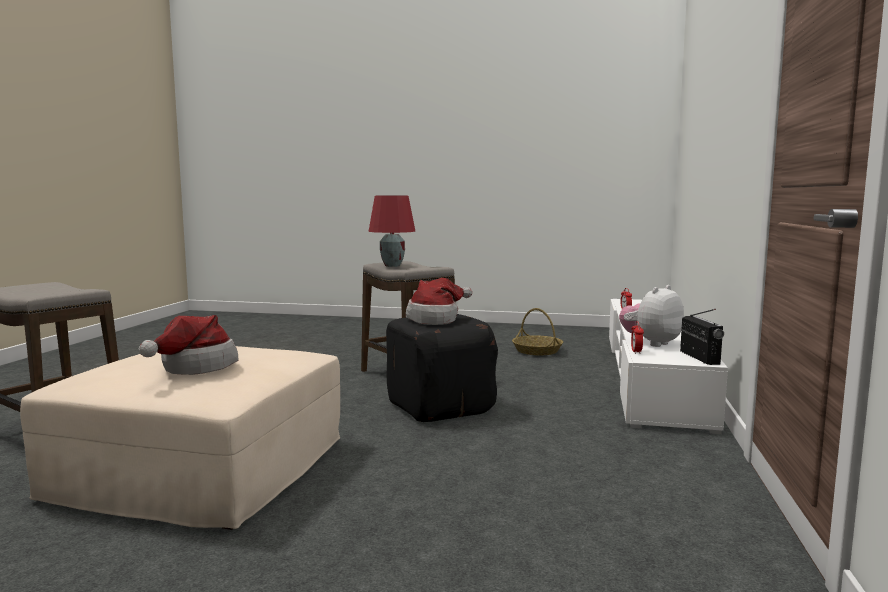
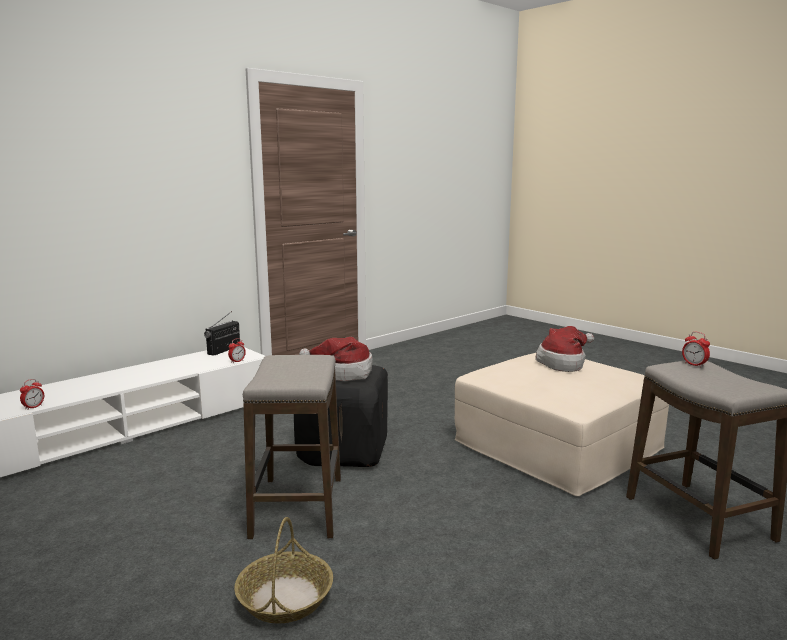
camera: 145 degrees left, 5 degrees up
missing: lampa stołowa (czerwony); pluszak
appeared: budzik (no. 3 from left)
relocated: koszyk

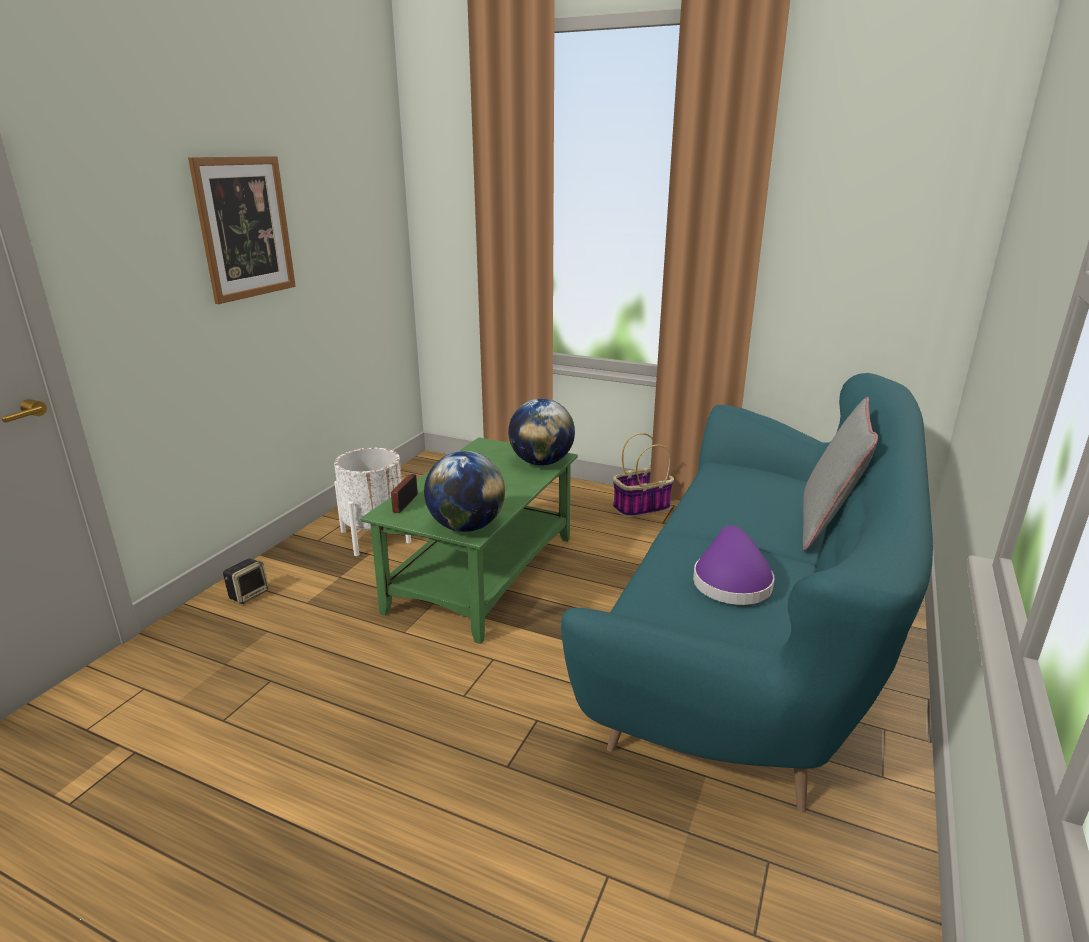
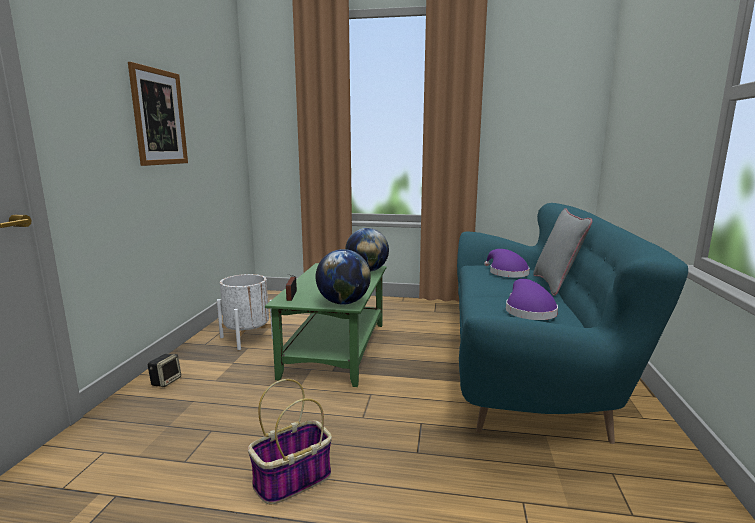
camera: 15 degrees left, 10 degrees down
appeared: kapelusz (fioletowy) (no. 1 from left)
relocated: koszyk

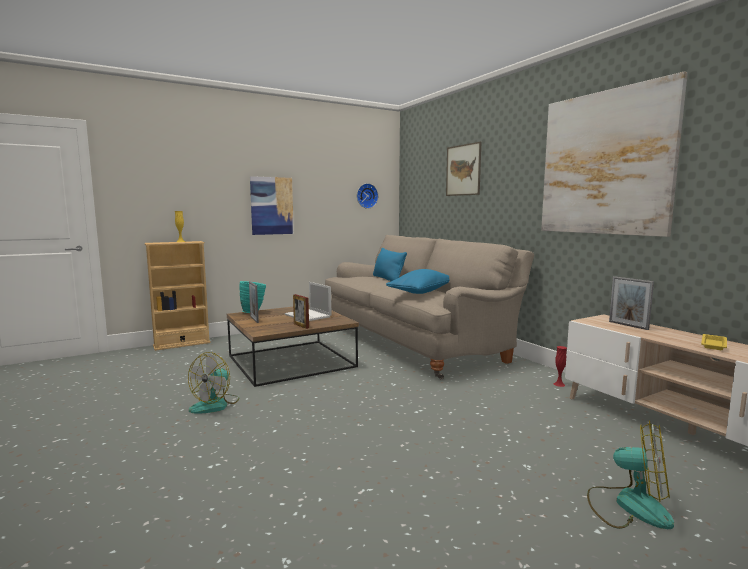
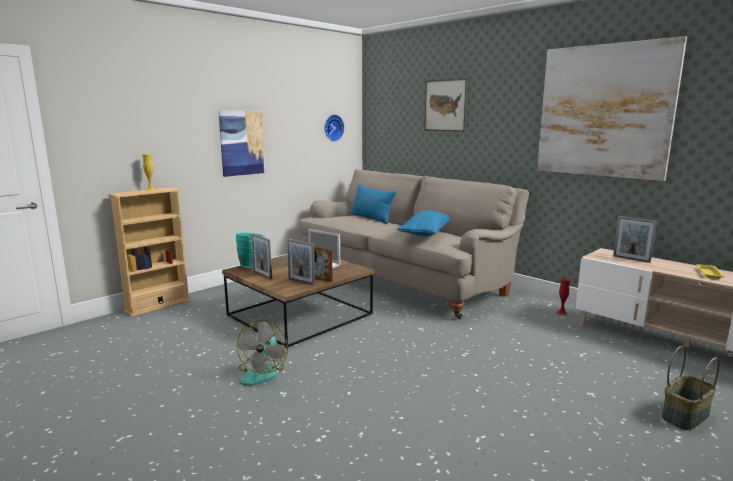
camera: 15 degrees left, 5 degrees up
appeared: ramka na zdjęcie (no. 2 from left)
exchanged: wentylator (no. 2 from left) to koszyk

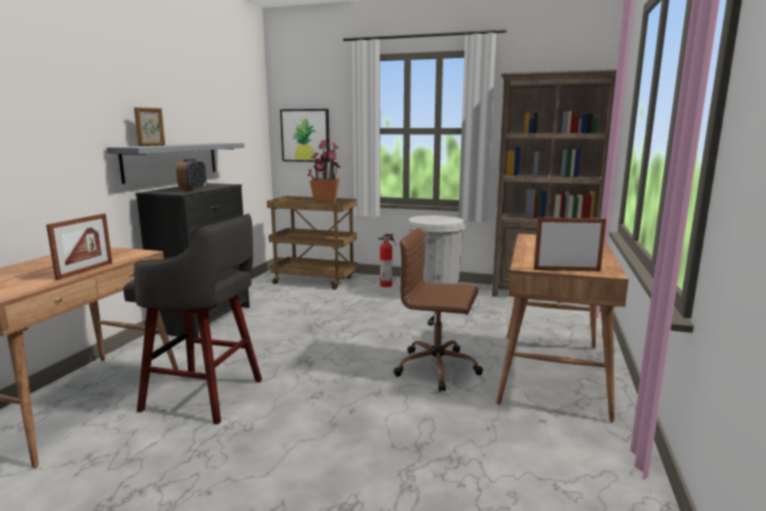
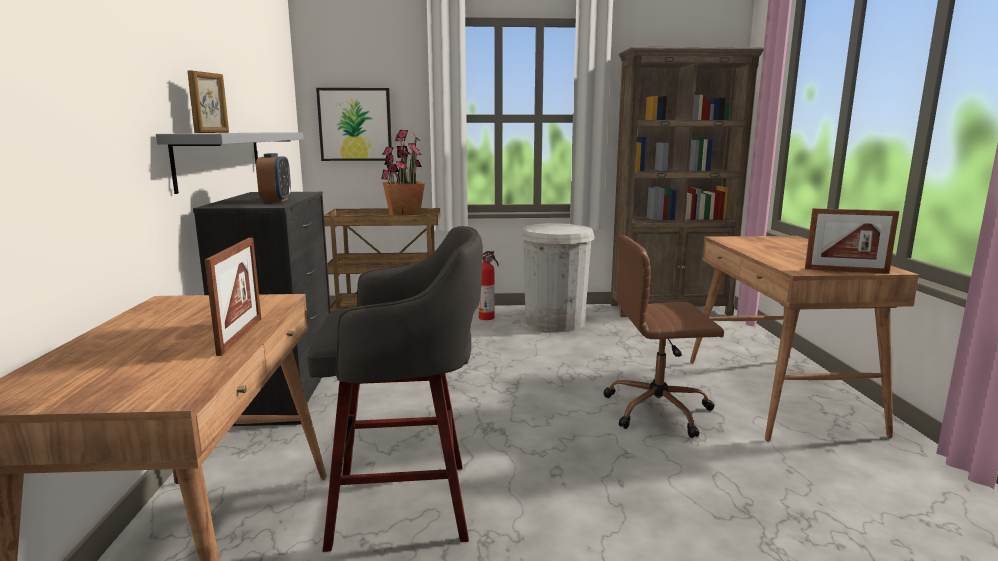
camera: 20 degrees left, 0 degrees up
spun: ramka na zdjęcie (no. 3 from left) 150 degrees counterclockwise

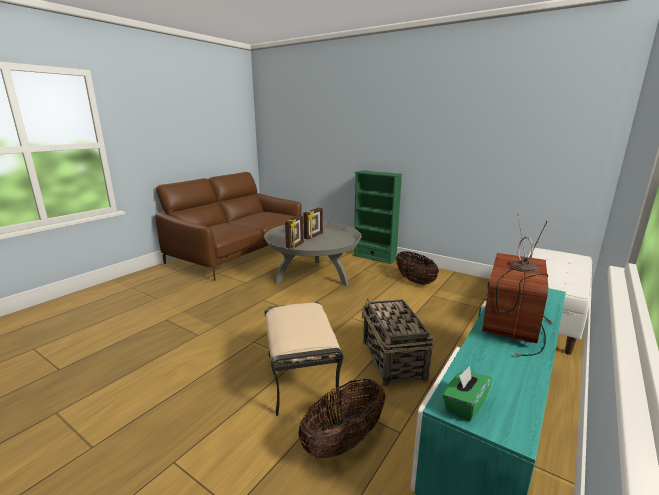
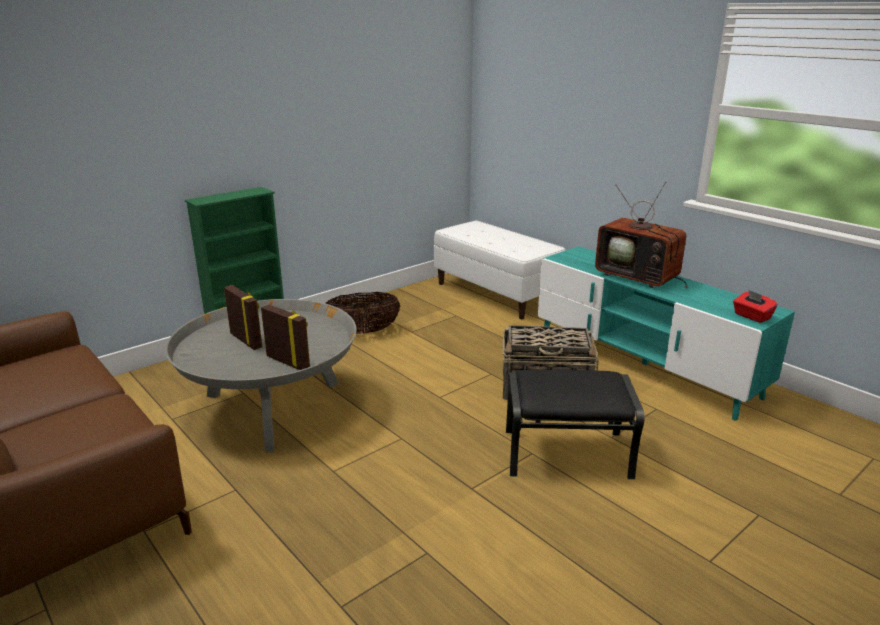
camera: 75 degrees left, 5 degrees up
missing: koszyk (no. 1 from left)
colour: pufa (beżowy) to pufa (czarny); pudełko chusteczek (zielony) to pudełko chusteczek (czerwony)

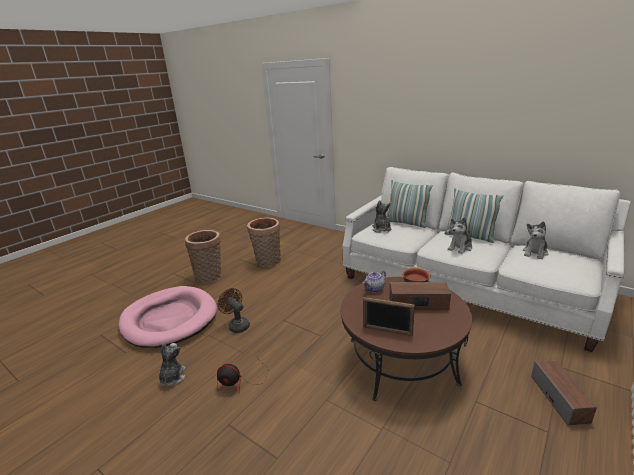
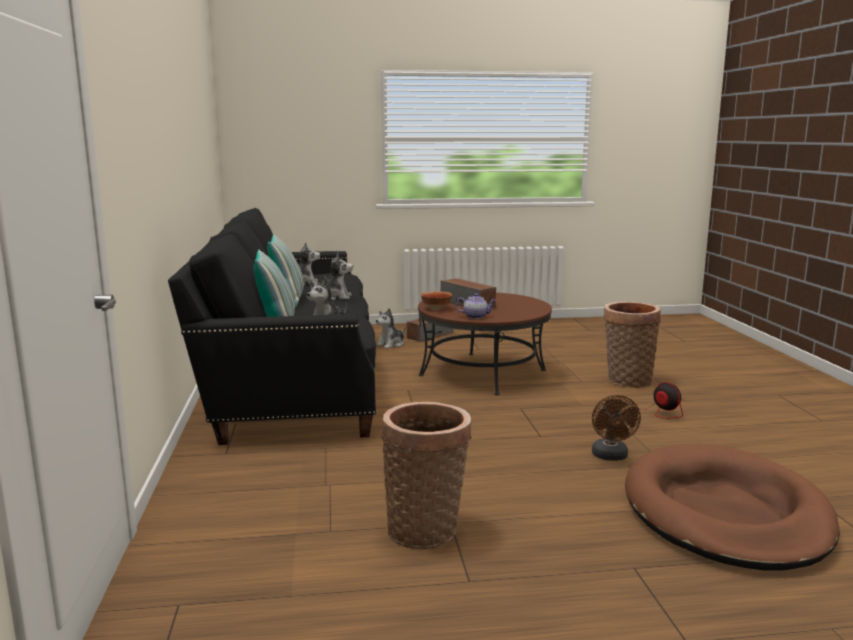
camera: 135 degrees left, 10 degrees down
missing: ramka na zdjęcie
relocated: pluszak (no. 1 from left in the first image) to pluszak (no. 4 from left); koszyk (no. 1 from left in the first image) to koszyk (no. 2 from left)
colour: legowisko (różowy) to legowisko (brązowy); kanapa (biały) to kanapa (czarny)

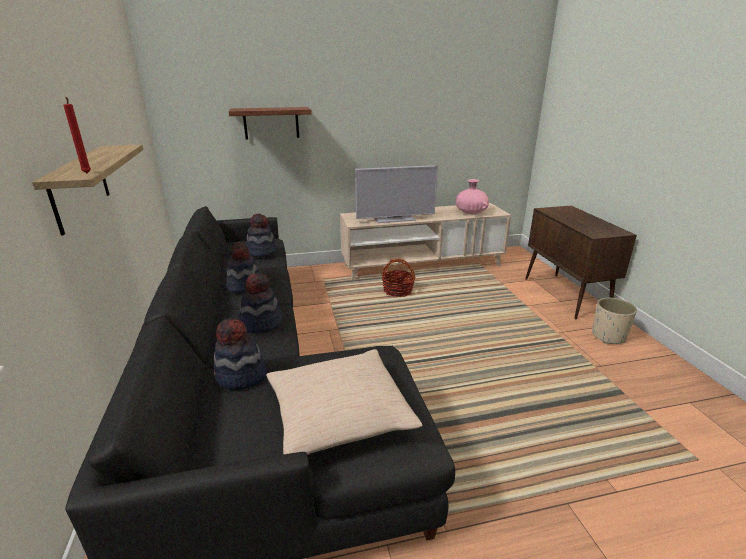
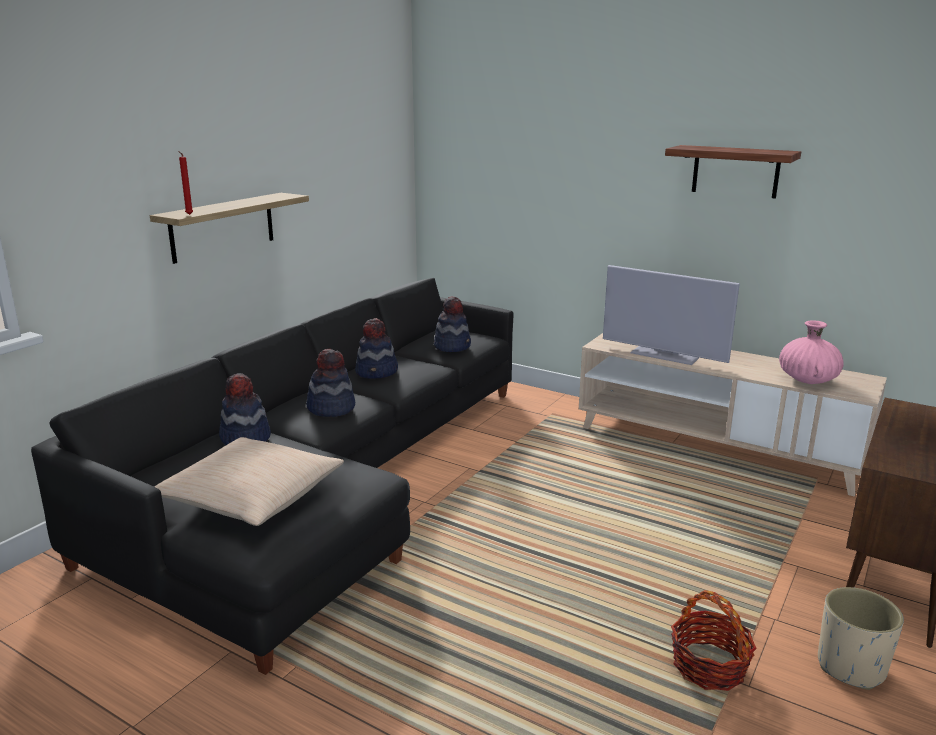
camera: 45 degrees right, 5 degrees down
relocated: półka (no. 2 from left); koszyk

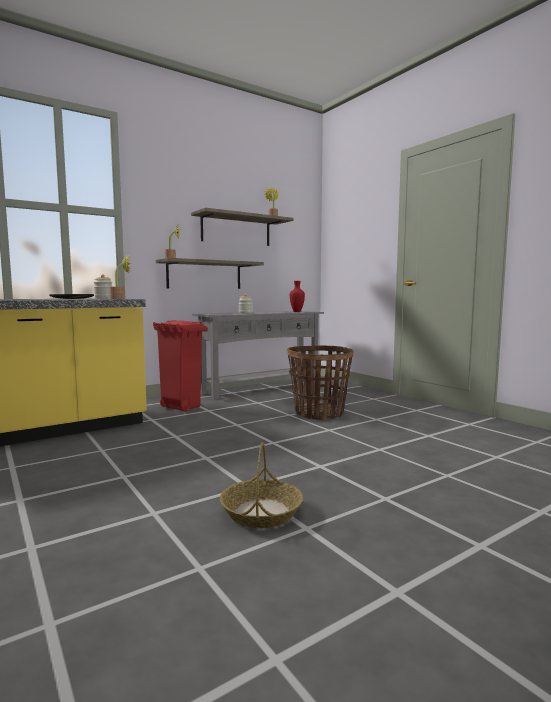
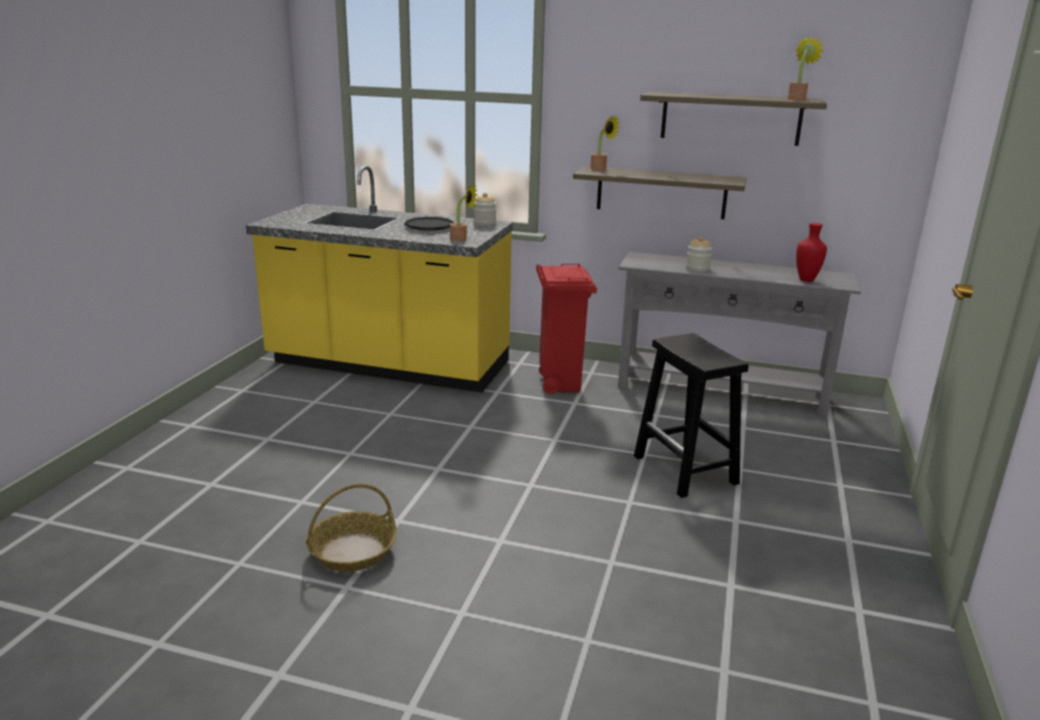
camera: 50 degrees right, 15 degrees up
exchanged: koszyk (no. 2 from left) to stołek (czarny)

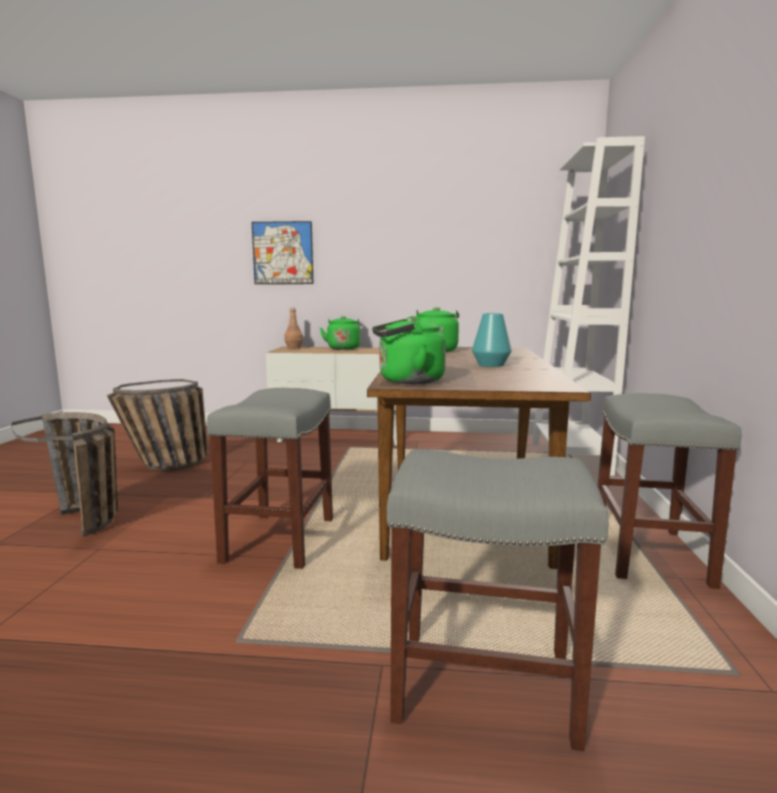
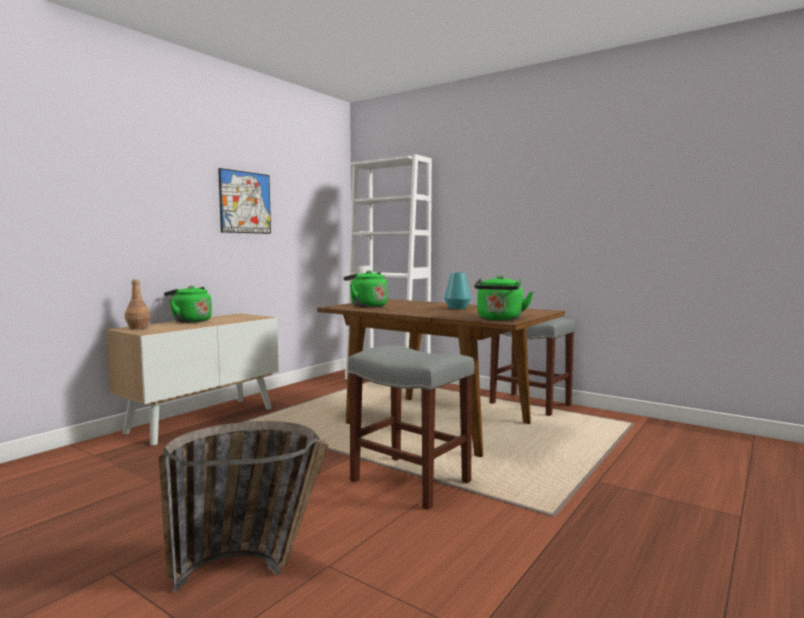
camera: 60 degrees left, 5 degrees down
missing: koszyk (no. 2 from left); stołek (szary) (no. 2 from left)
relocated: obraz

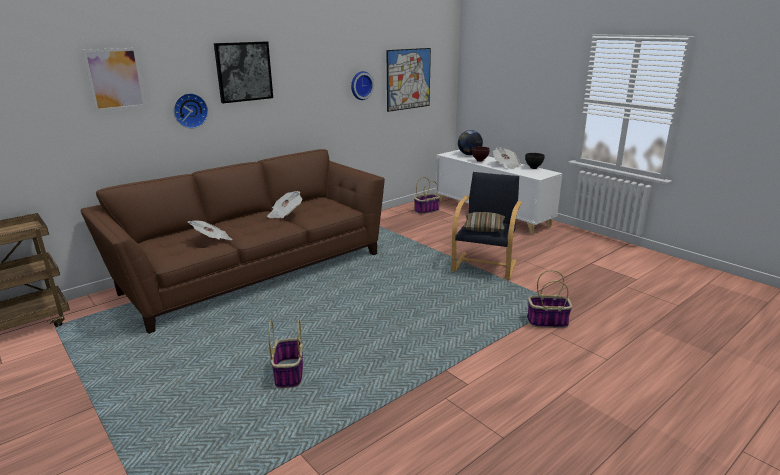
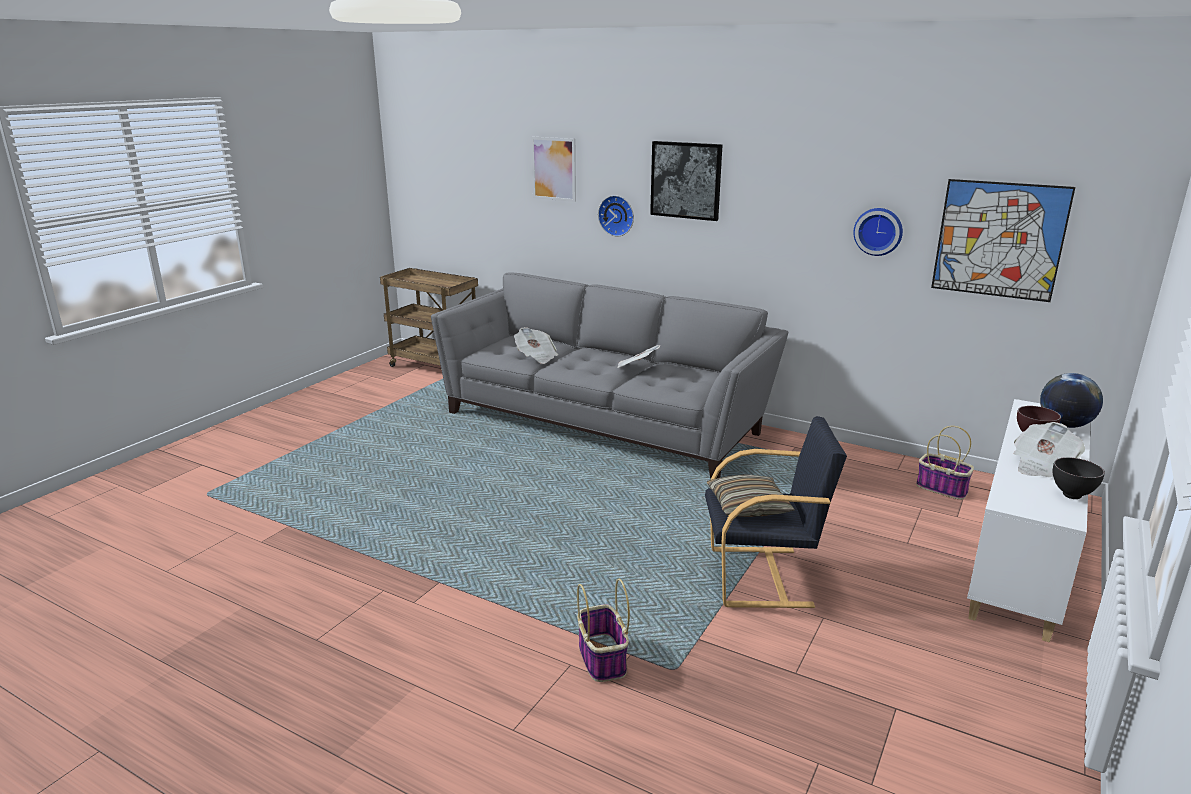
camera: 70 degrees right, 0 degrees up
missing: koszyk (no. 1 from left)
colour: kanapa (brązowy) to kanapa (szary)

